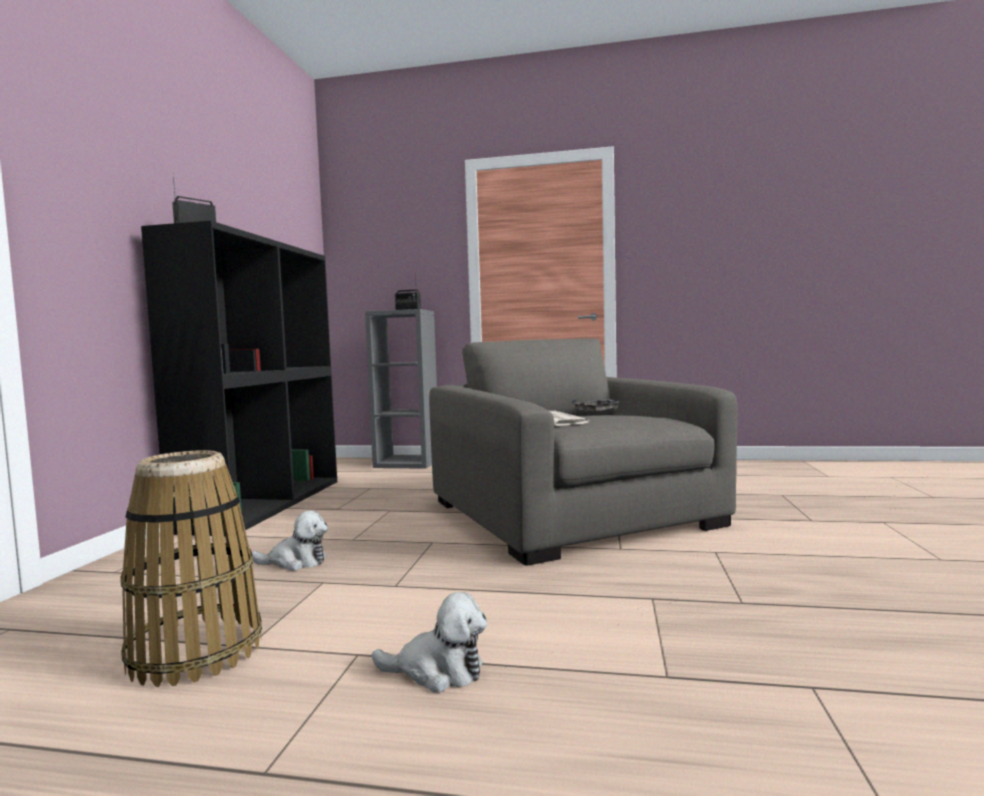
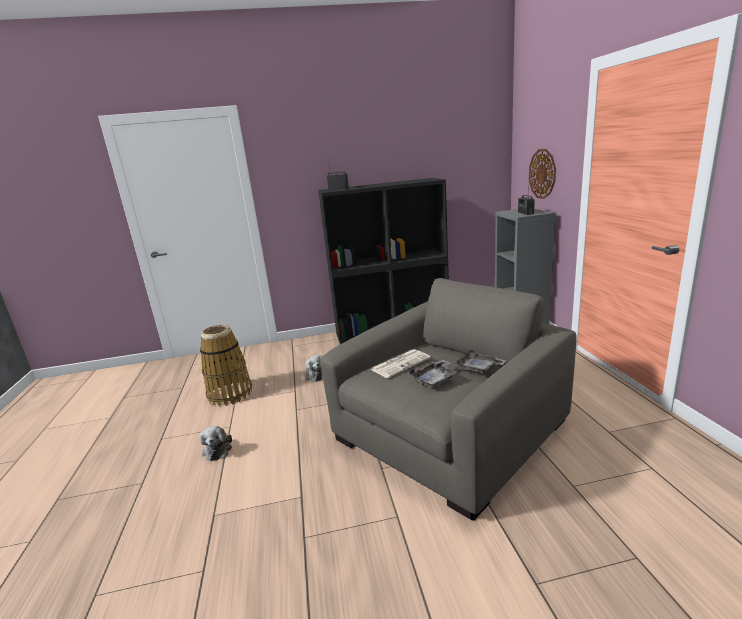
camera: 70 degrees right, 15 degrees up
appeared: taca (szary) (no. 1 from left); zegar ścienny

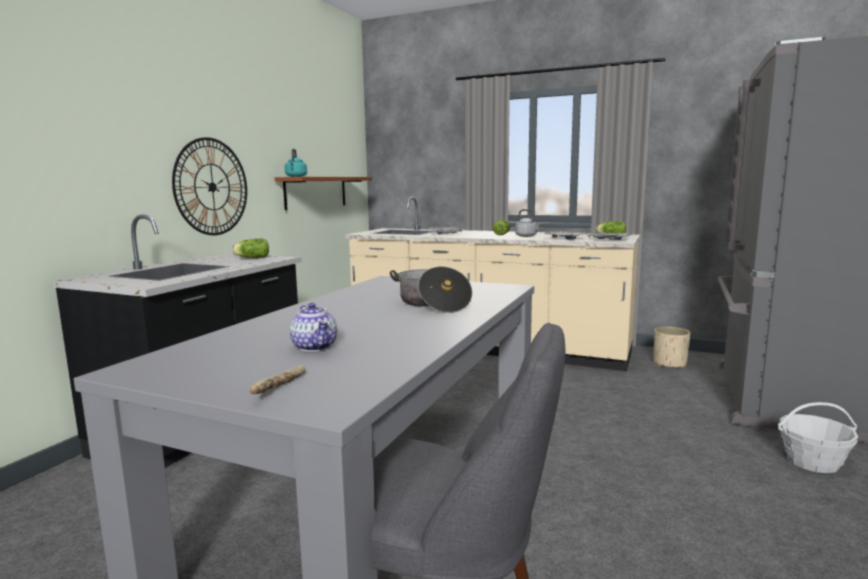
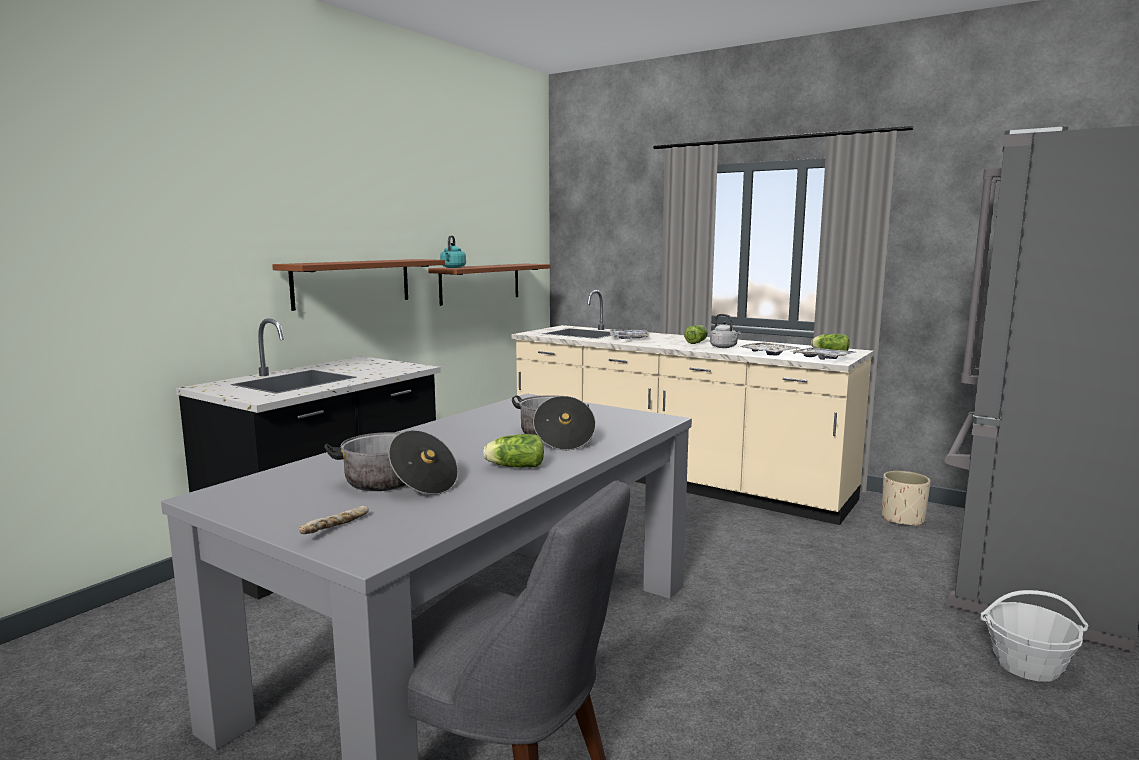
camera: 10 degrees right, 0 degrees up
relocated: sałata (no. 1 from left)
exchanged: zegar ścienny to półka (brązowy) (no. 1 from left); imbryk to garnek (no. 1 from left)

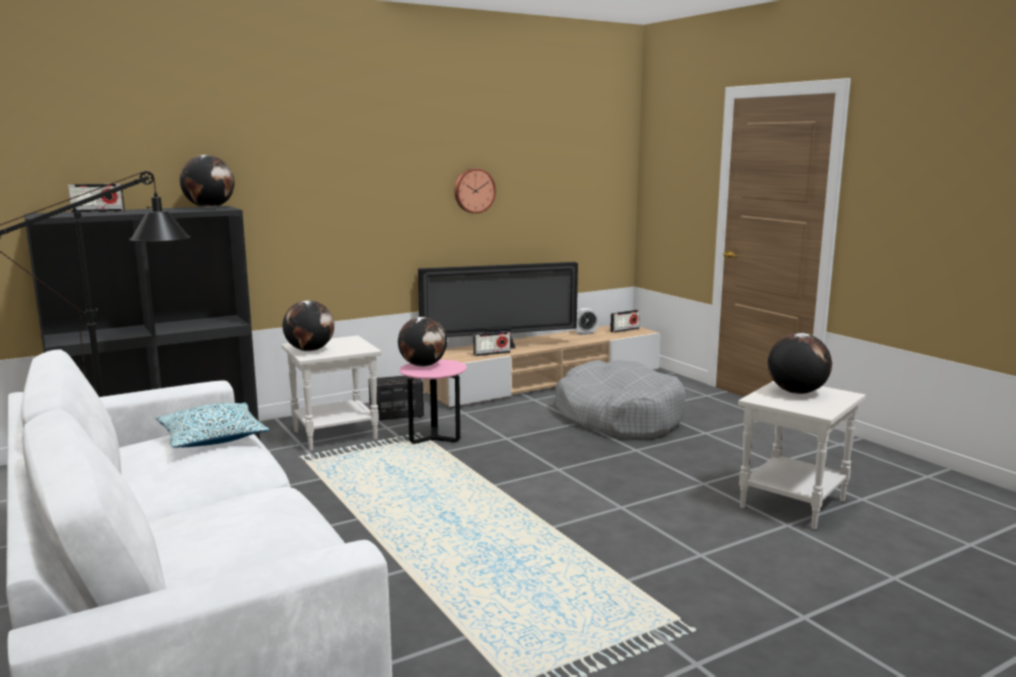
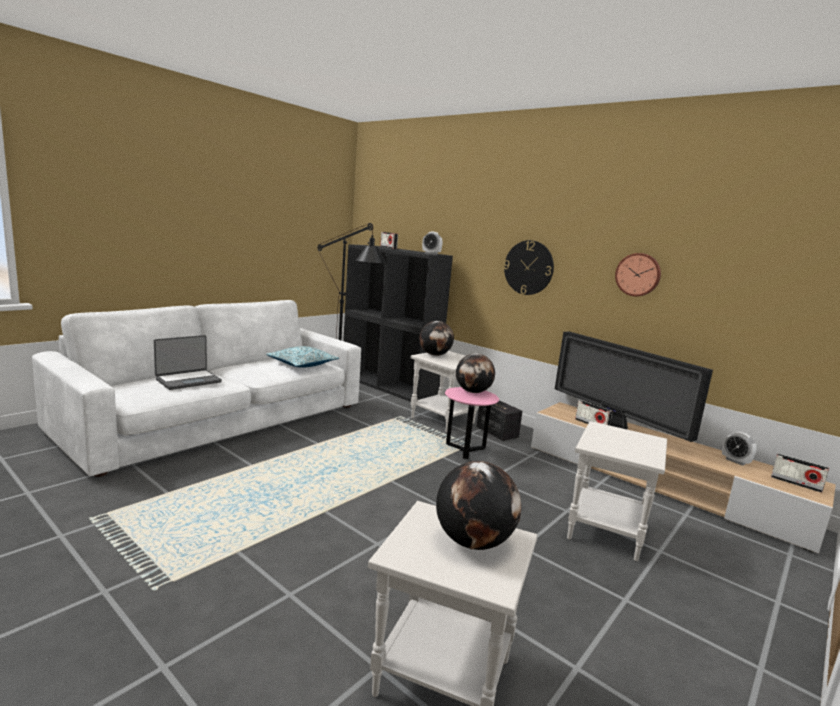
camera: 70 degrees right, 0 degrees up
appeared: laptop; zegar ścienny (no. 1 from left)
exchanged: globus (no. 1 from left) to budzik (no. 1 from left); legowisko (szary) to stolik (biały) (no. 3 from left)

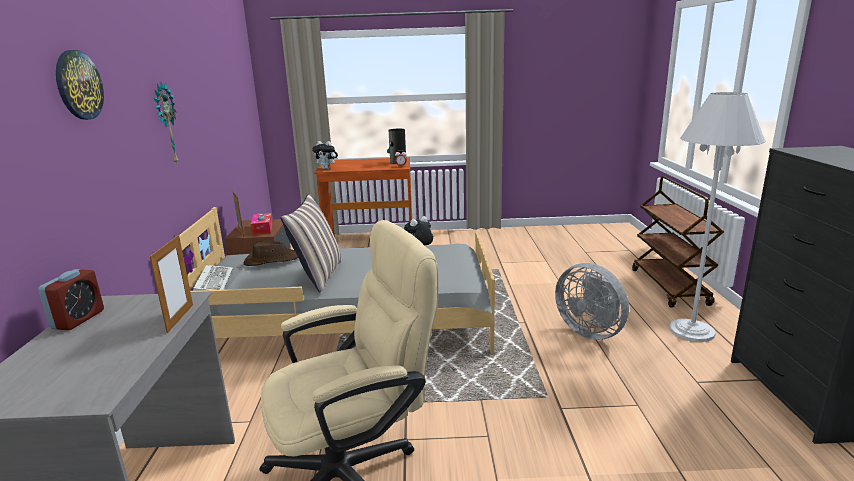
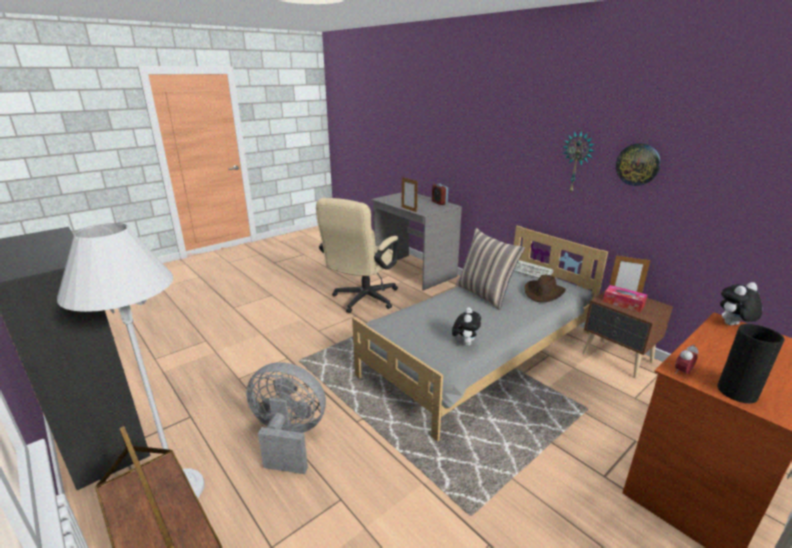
camera: 140 degrees right, 5 degrees up
relocated: zegar ścienny (no. 1 from left in the first image) to zegar ścienny (no. 2 from left)

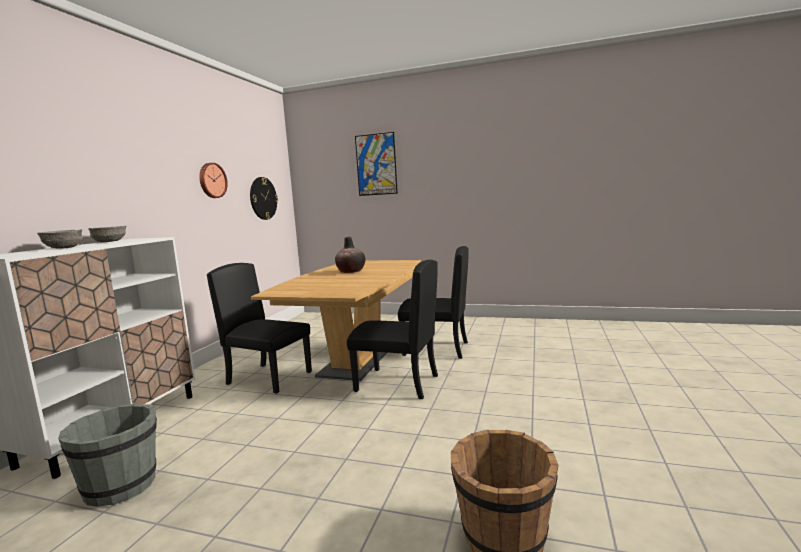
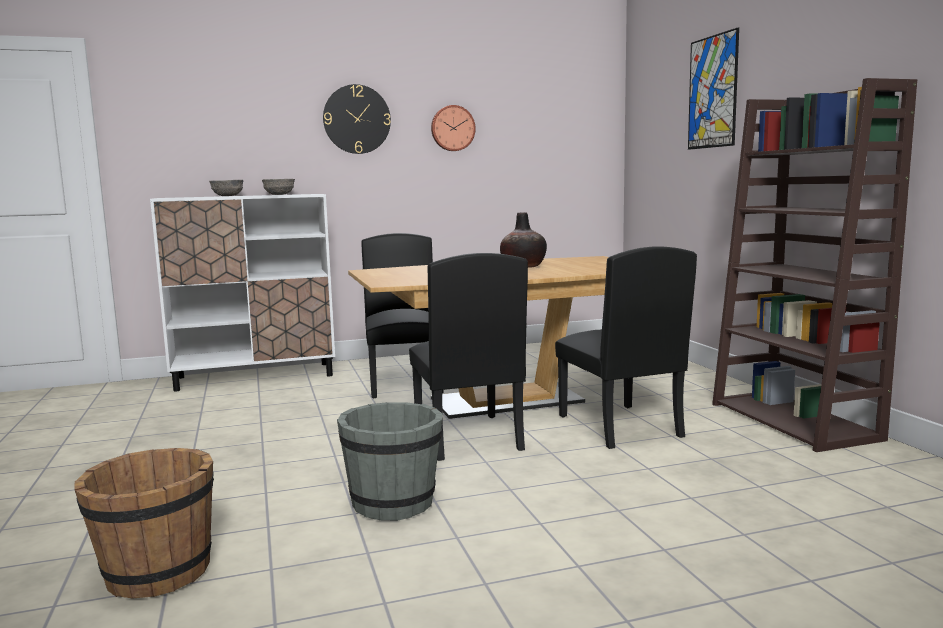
camera: 55 degrees right, 0 degrees up
appeared: regał (brązowy)
relocated: wiadro (szary); zegar ścienny (no. 2 from left in the first image) to zegar ścienny (no. 1 from left)

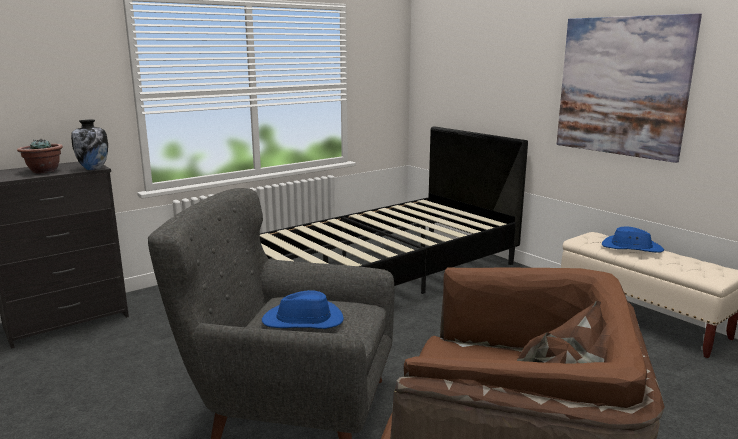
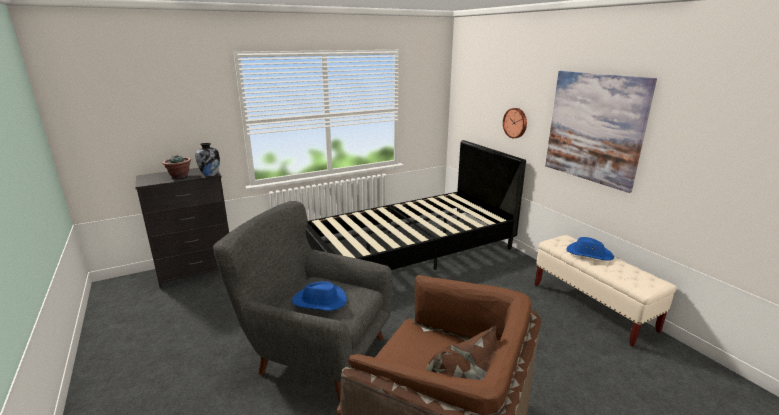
camera: 10 degrees right, 5 degrees up
appeared: zegar ścienny

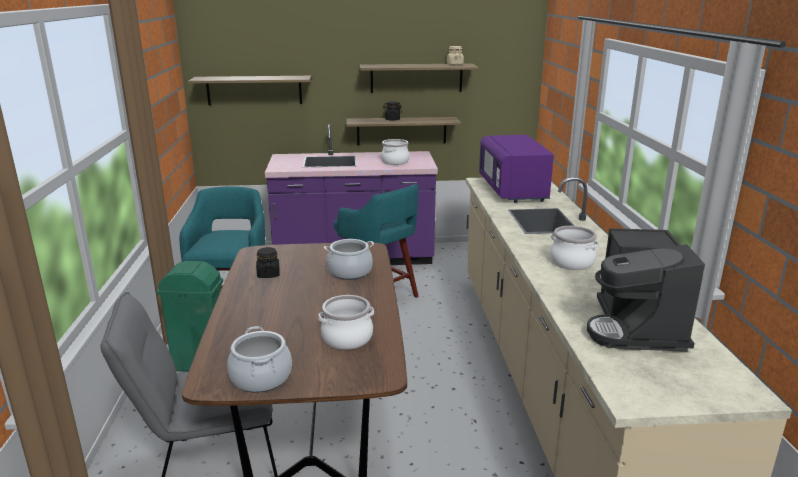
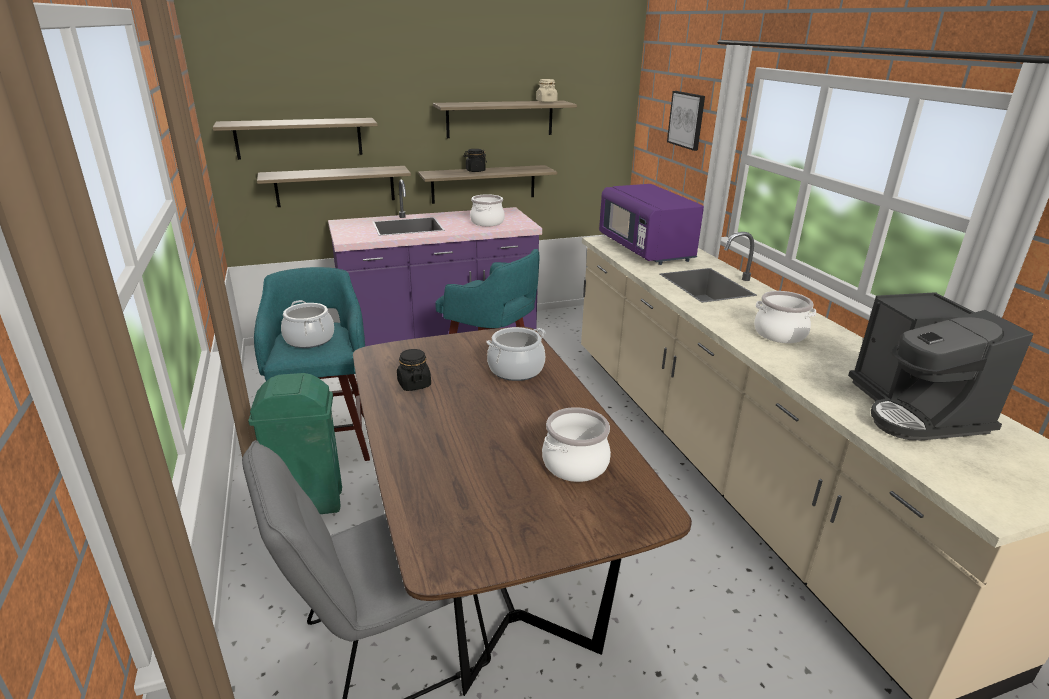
camera: 15 degrees left, 5 degrees up
appeared: półka (no. 2 from left); obraz
relocated: garnek (no. 1 from left)

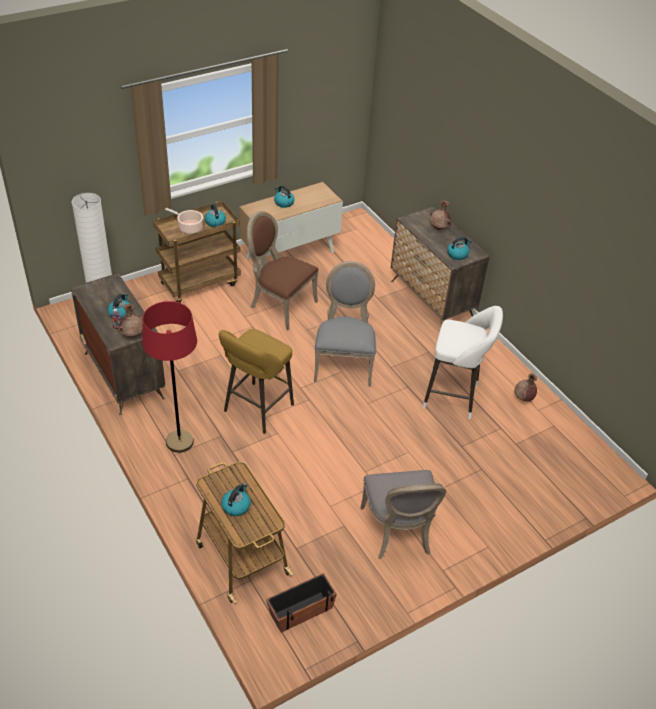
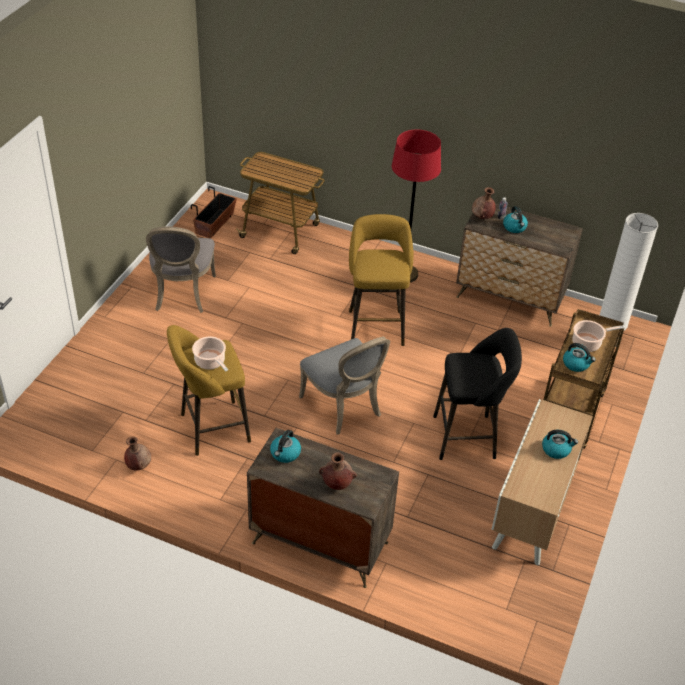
camera: 145 degrees right, 0 degrees up
missing: czajnik (no. 3 from left)
appeared: garnek (no. 1 from left)
exchanged: krzesło (brązowy) to stołek (czarny)
colour: stołek (biały) to stołek (żółty) (no. 1 from left)
spun: krzesło (szary) (no. 2 from left in the first image) 135 degrees counterclockwise

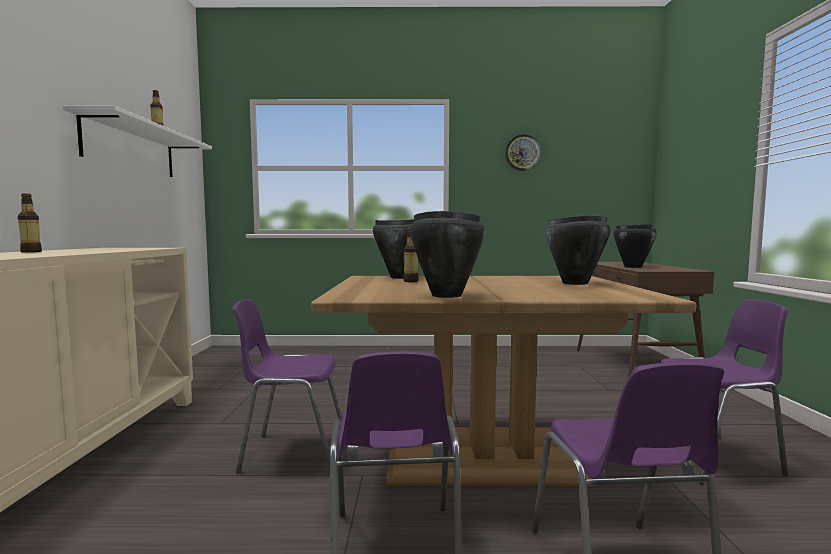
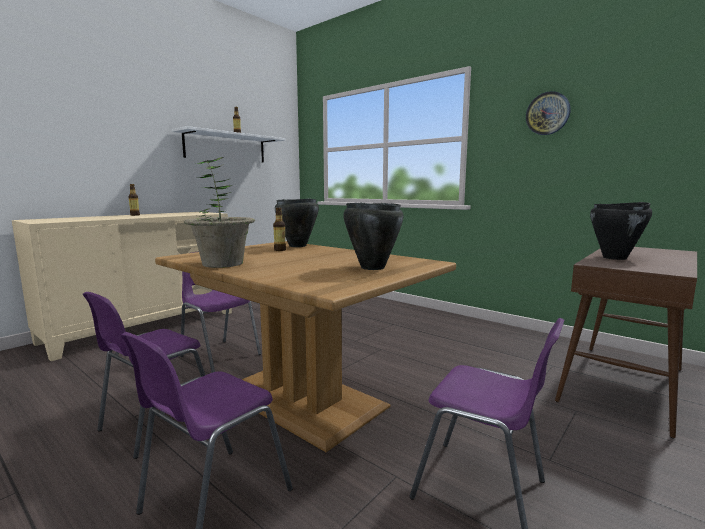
camera: 40 degrees right, 5 degrees up
exchanged: garnek (czarny) (no. 2 from left) to roślina doniczkowa

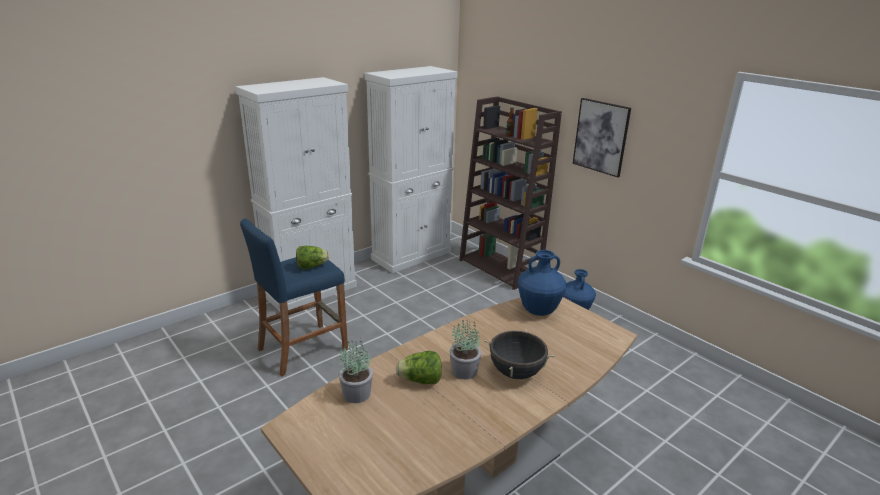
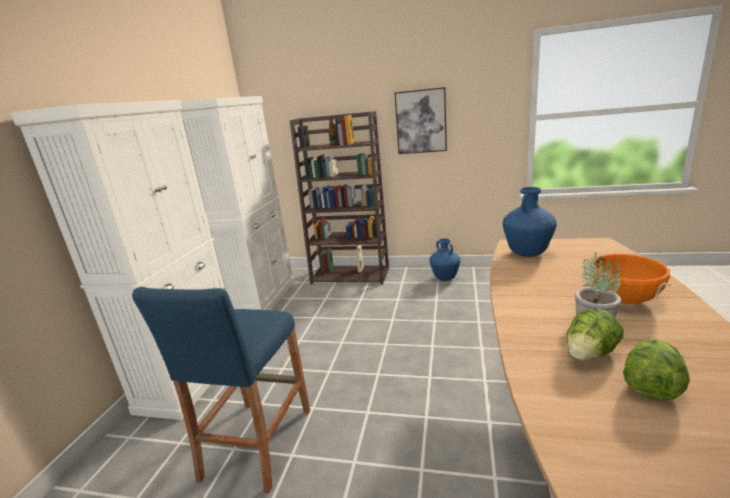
camera: 35 degrees left, 5 degrees down
missing: roślina doniczkowa (no. 1 from left)
relocated: sałata (no. 1 from left in the first image) to sałata (no. 2 from left)
colour: garnek (czarny) to garnek (pomarańczowy)

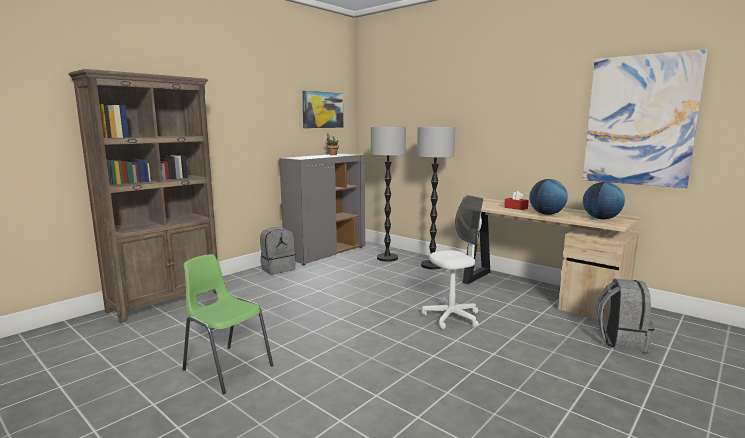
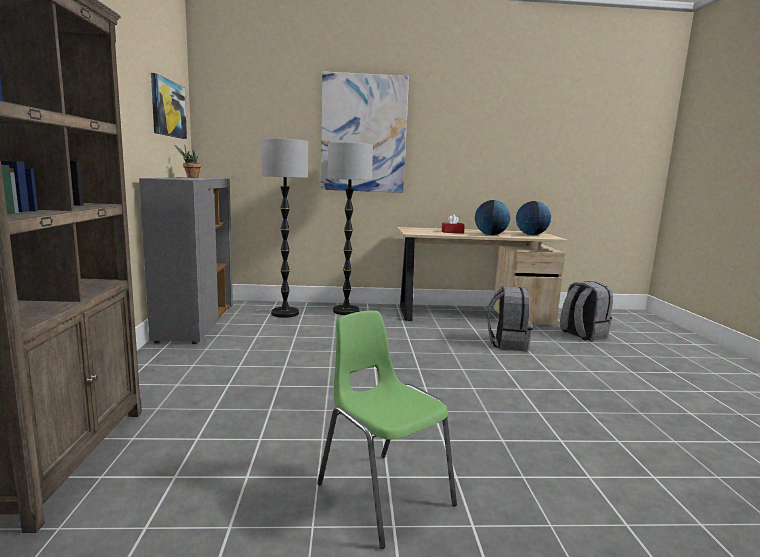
camera: 45 degrees left, 0 degrees up
missing: krzesło biurowe (biały)
relocated: plecak (szary) (no. 1 from left); obraz (no. 2 from left)
spun: krzesło (zielony) 60 degrees clockwise

